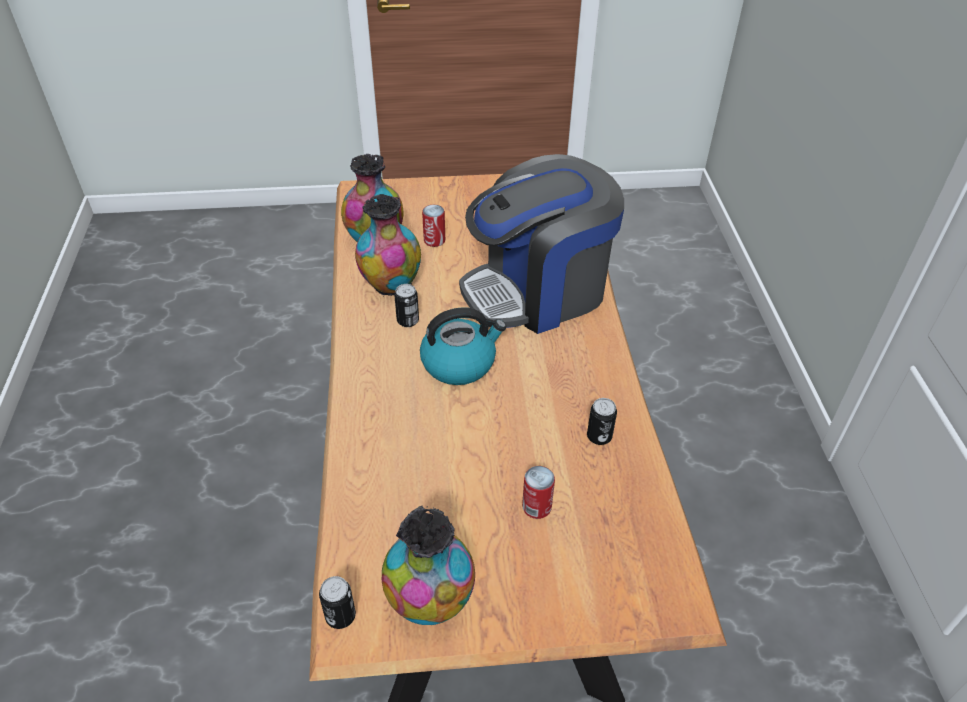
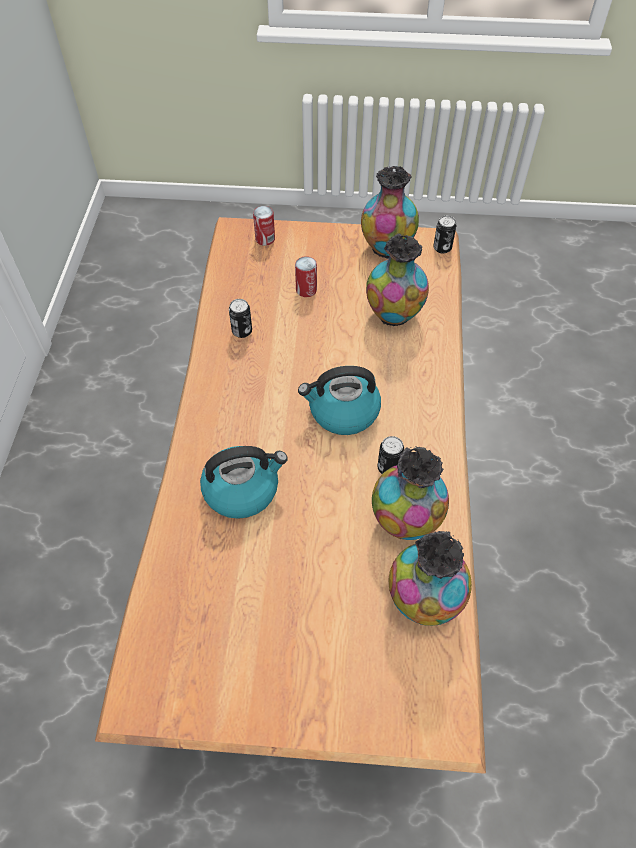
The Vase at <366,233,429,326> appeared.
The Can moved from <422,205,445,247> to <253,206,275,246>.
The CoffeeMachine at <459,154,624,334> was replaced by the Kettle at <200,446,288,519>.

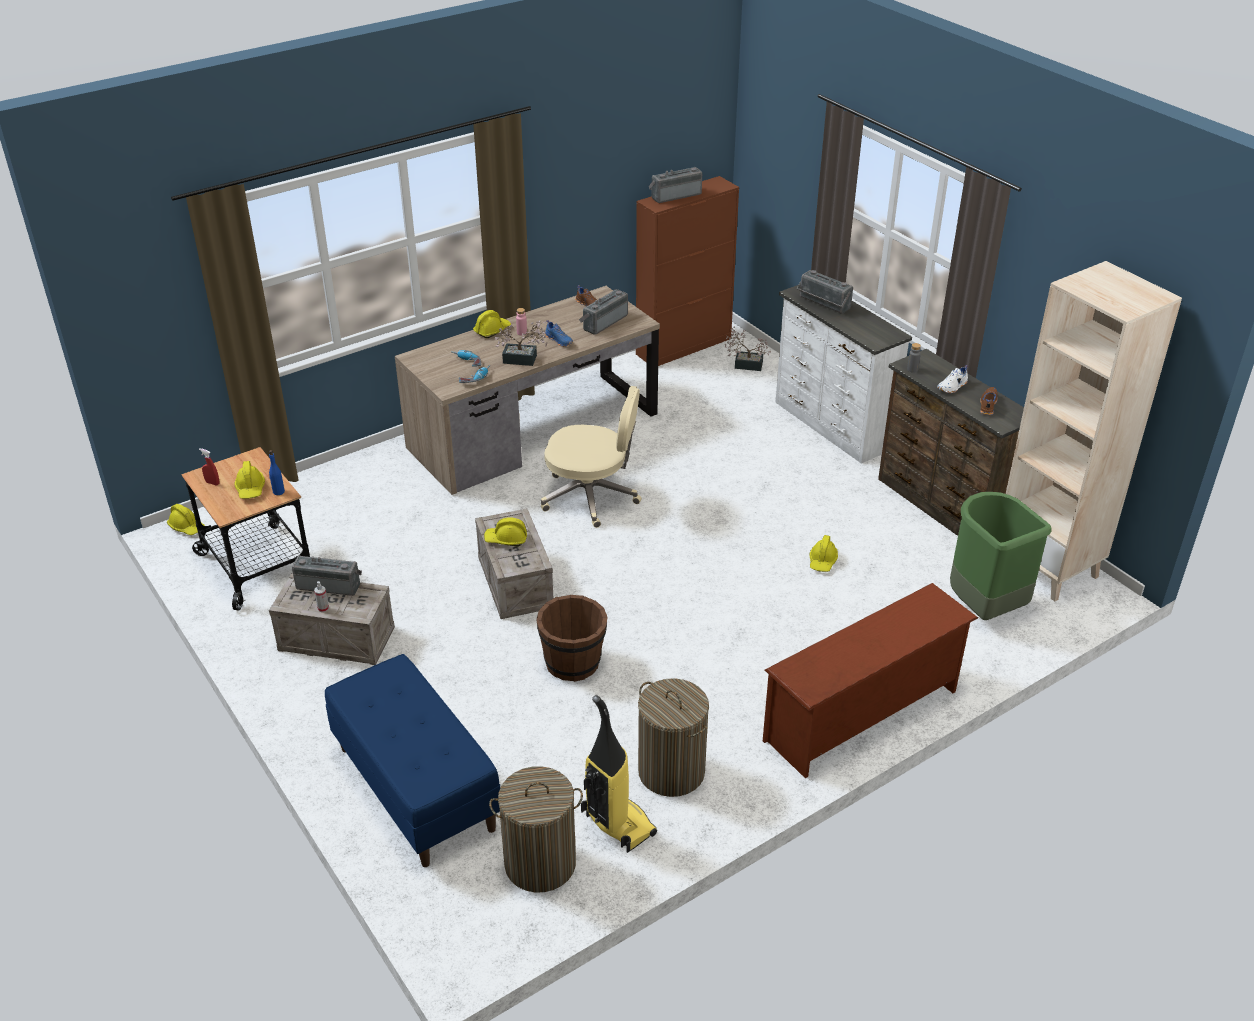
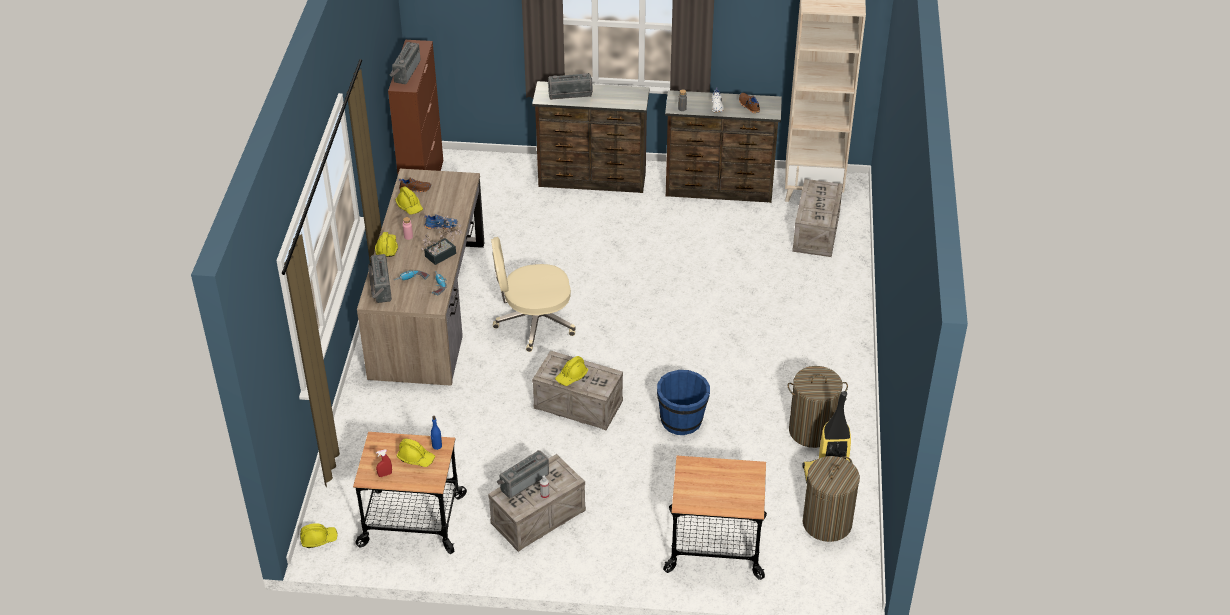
The PottedPlant at <725,326,771,371> disappeared.
The BrownShoeRack at <763,583,978,778> disappeared.
The Radio moved from <579,289,628,335> to <368,254,392,303>.
The YellowHardHat moved from <810,535,838,572> to <395,186,423,215>.
The BlueBench at <325,654,500,867> was replaced by the Cart at <663,456,767,580>.
The GreenTrashCan at <950,492,1052,620> was replaced by the Crate at <792,179,843,257>.
The BrownBucket at <536,595,608,682> became the BlueBucket at <657,370,710,435>.
The WhiteDresser at <775,285,912,464> became the BrownDresser at <532,81,650,193>.
The BeigeOfficeChair at <541,386,642,528> turned 150 degrees counterclockwise.

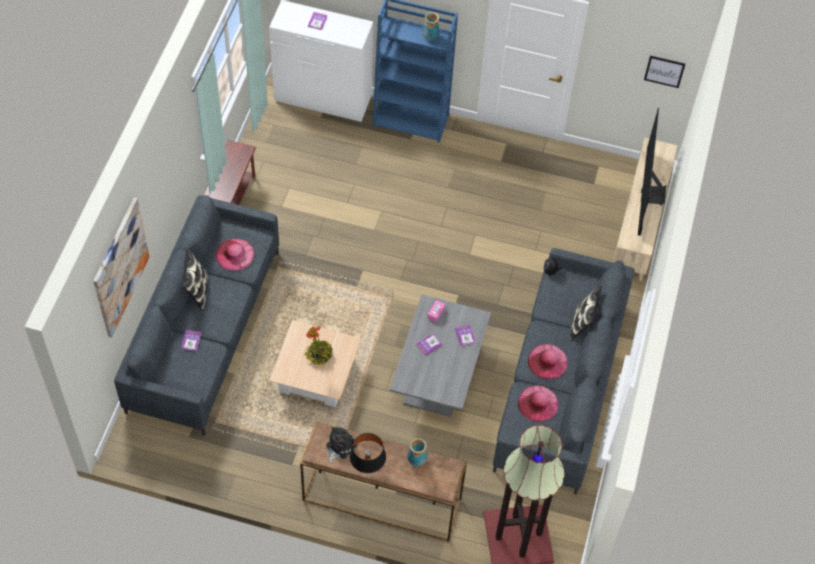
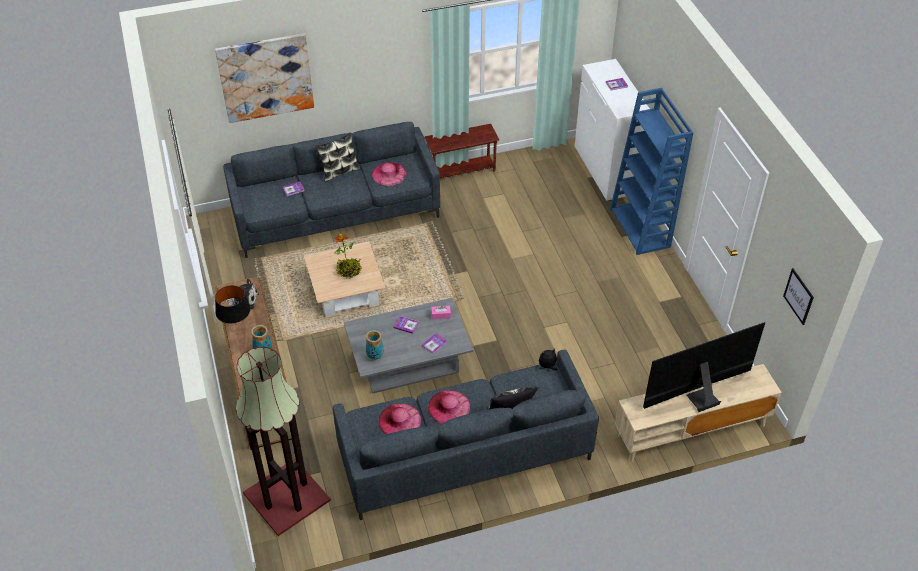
The Vase moved from <423,12,439,40> to <366,330,384,360>.

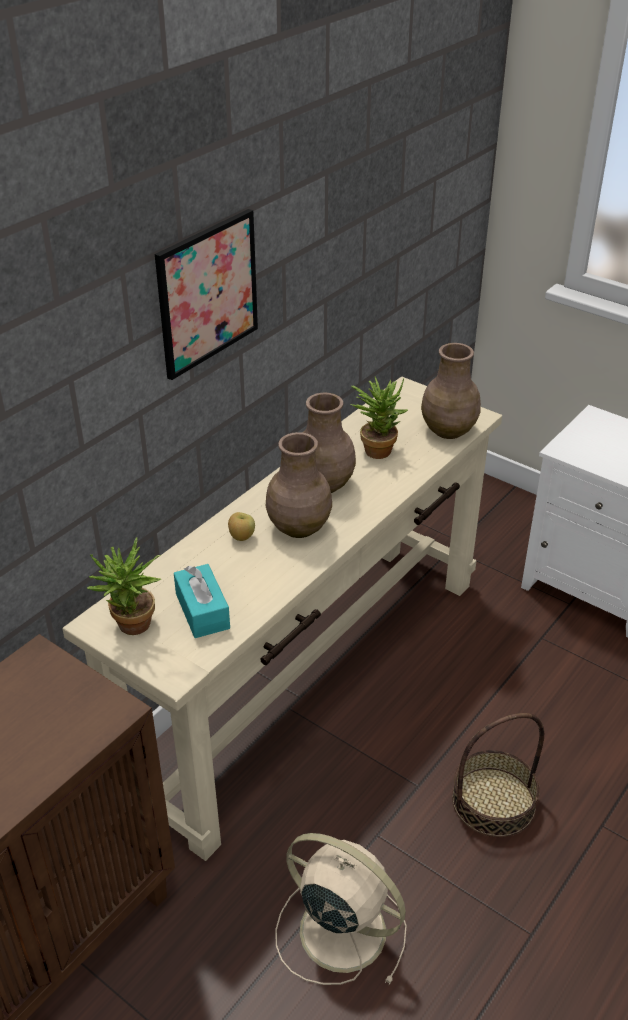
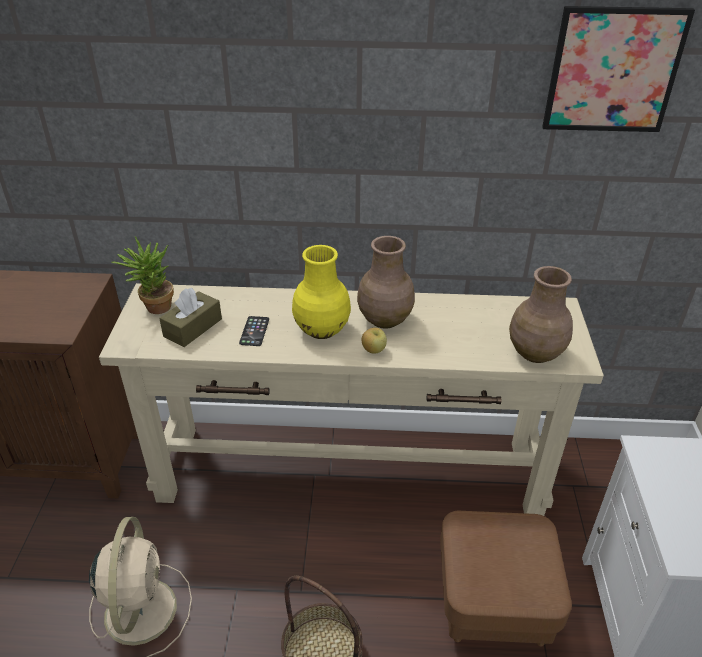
The PottedPlant at <350,377,408,459> disappeared.
The Phone at <239,316,269,346> appeared.
The BrownOttoman at <440,511,572,647> appeared.
The Picture moved from <155,209,258,380> to <542,6,695,132>.
The Apple moved from <228,512,255,541> to <362,328,387,354>.
The TurquoiseTissueBox at <174,564,230,638> became the BrownTissueBox at <159,288,222,347>.
The BrownVase at <266,432,332,538> became the YellowVase at <292,245,351,339>.

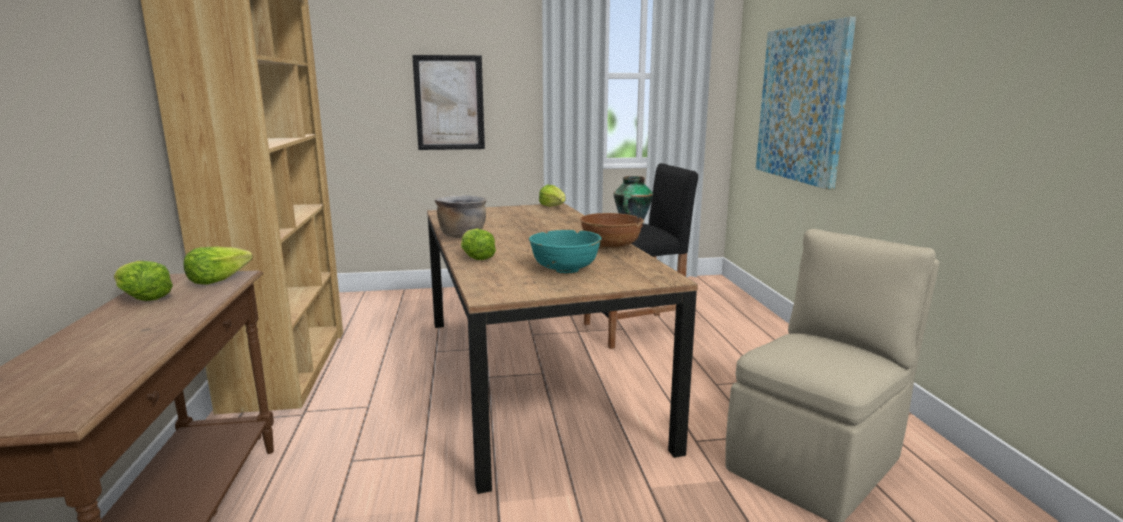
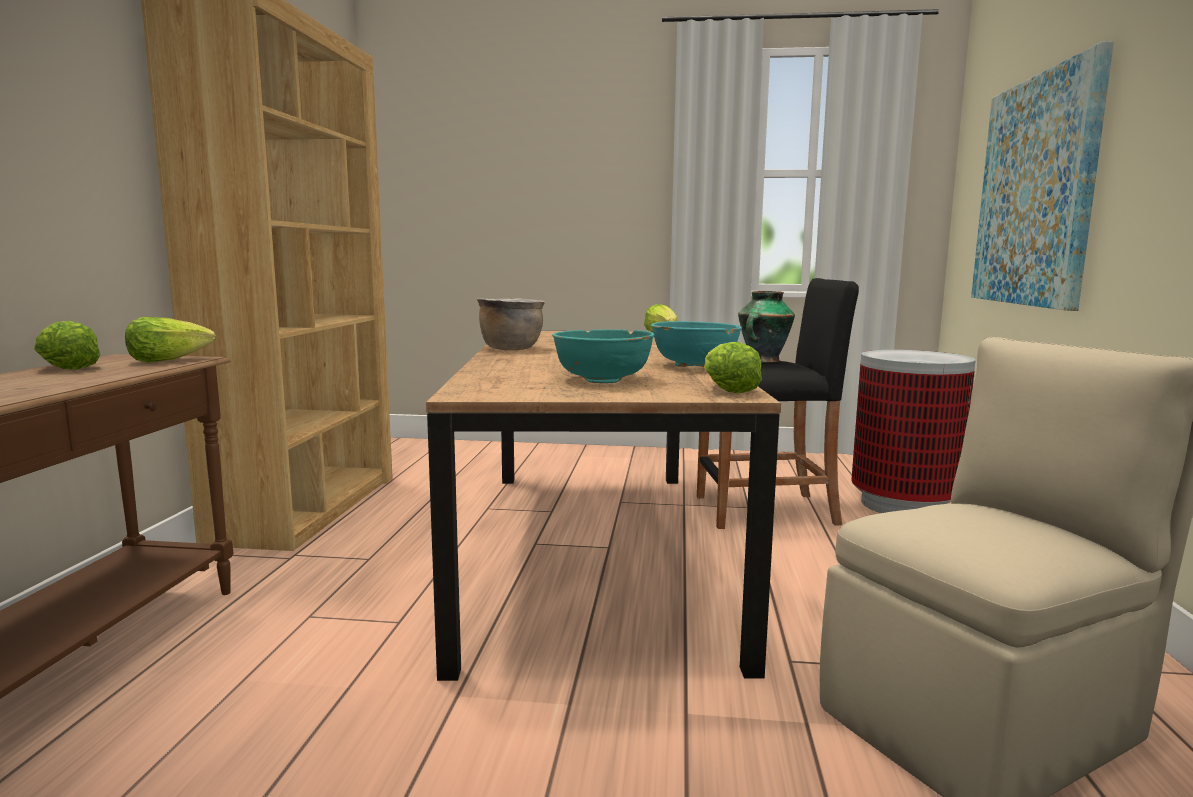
The Picture at <412,55,485,150> disappeared.
The TrashCan at <851,350,976,513> appeared.
The Lettuce moved from <461,228,496,260> to <704,342,762,394>.
The BrownBowl at <580,213,644,249> became the TurquoiseBowl at <651,321,742,367>.

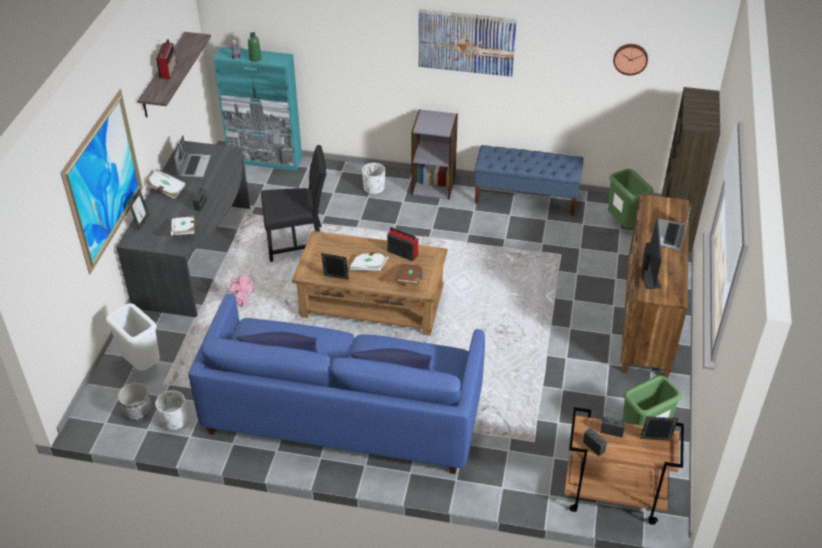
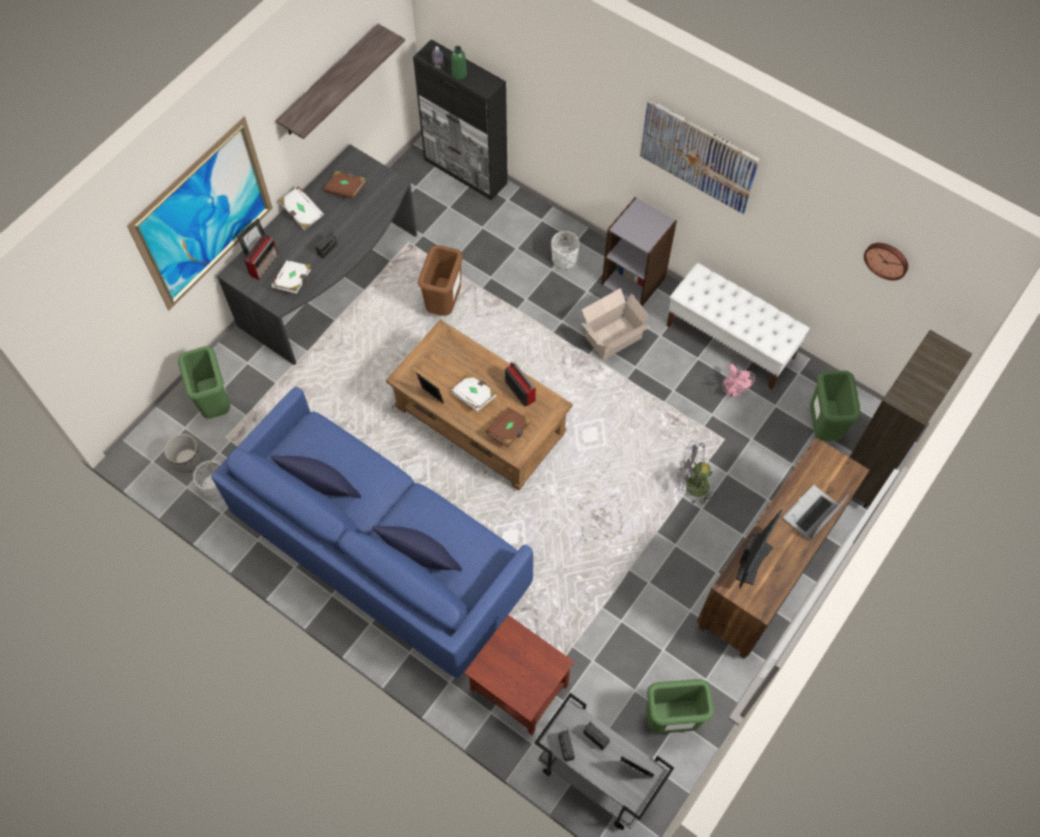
The BrownSideTable at <464,615,574,735> appeared.
The CardboardBox at <581,288,651,360> appeared.
The GreyFan at <676,441,716,504> appeared.
The Radio moved from <156,39,176,79> to <244,234,278,280>.
The PinkFan moved from <228,274,255,307> to <722,364,755,398>.
The Laptop at <174,135,211,178> was replaced by the BrownBook at <323,171,367,199>.
The BlackChair at <261,145,327,262> was replaced by the BrownTrashCan at <418,245,463,316>.
The WhiteTrashCan at <106,303,160,371> became the GreenTrashCan at <178,346,230,419>.
The TurquoiseCabinet at <213,46,302,171> became the BlackCabinet at <413,39,508,200>.
The BlueBench at <474,145,584,216> became the WhiteBench at <666,263,810,389>.
The BrownCart at <564,407,684,525> became the GreyCart at <535,693,674,830>.

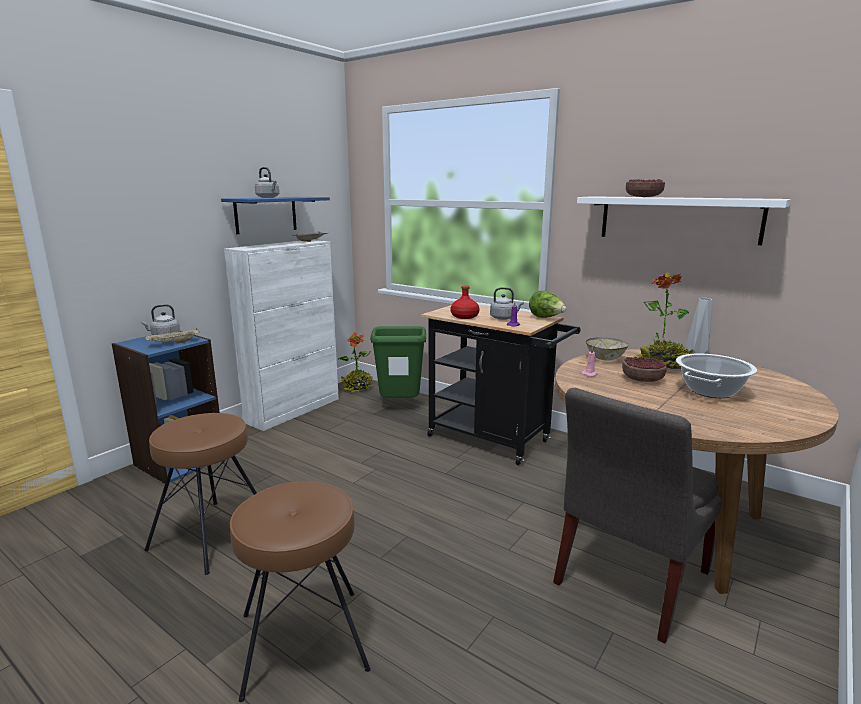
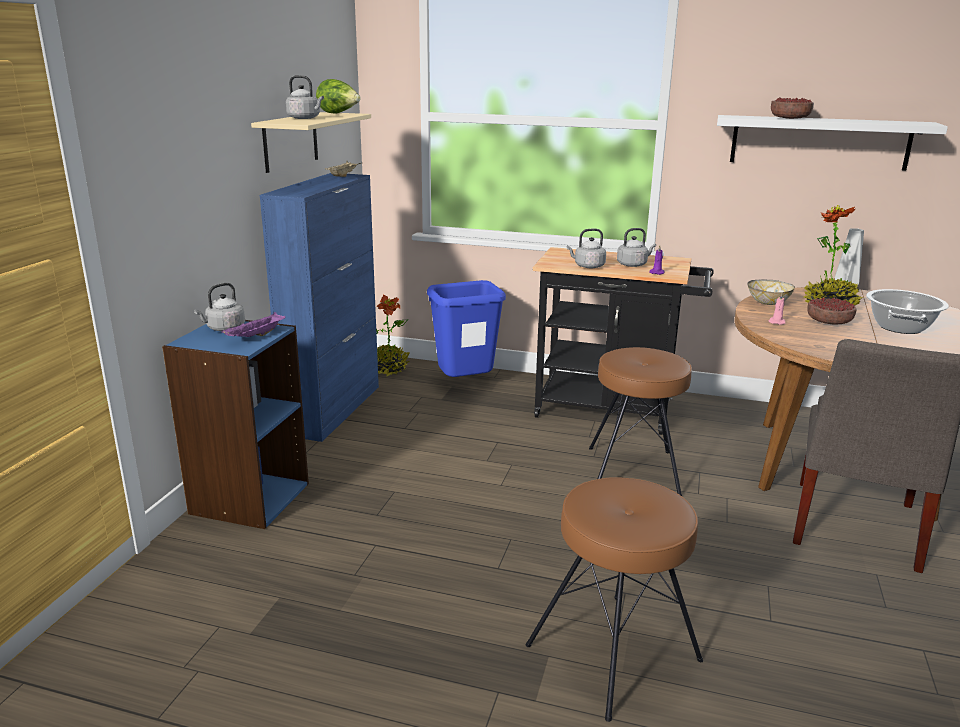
The BrownStool moved from <144,413,257,575> to <589,347,692,496>.
The Lettuce moved from <529,291,567,318> to <316,79,361,114>.
The RedBottle at <451,285,480,319> was replaced by the GreyKettle at <567,228,606,268>.
The BeigeTray at <145,328,200,344> became the PurpleTray at <221,312,285,337>.
The BlueShelf at <221,197,330,234> became the BeigeShelf at <251,112,371,173>.
The WhiteCabinet at <224,240,339,431> became the BlueCabinet at <260,173,379,442>.
The GreenTrashCan at <370,326,426,398> became the BlueTrashCan at <427,280,506,377>.

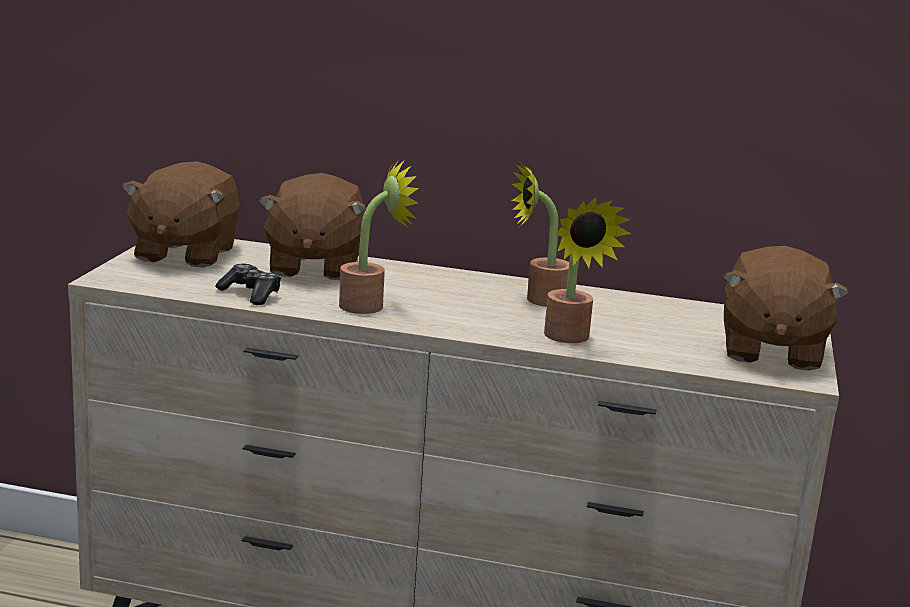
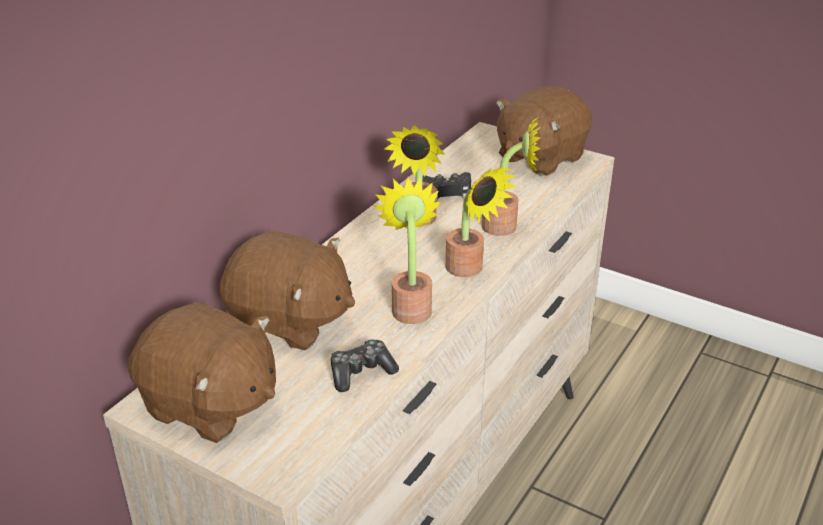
The BlackGameController at <423,172,471,201> appeared.
The PottedPlant at <445,166,516,277> appeared.
The BrownPlushToy at <723,246,849,371> turned 105 degrees clockwise.

